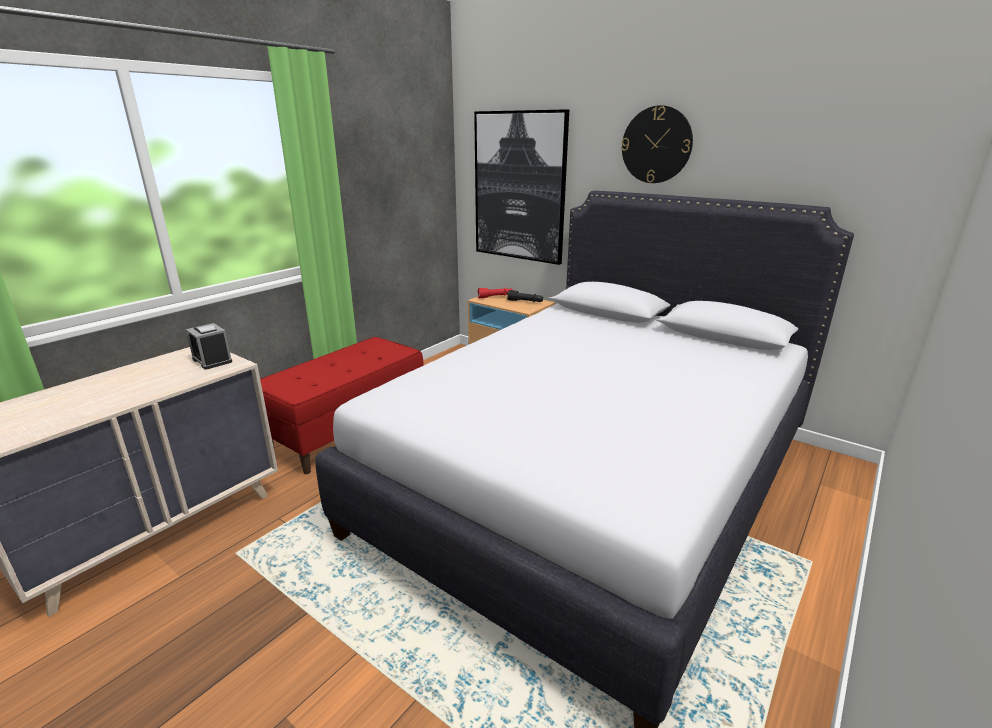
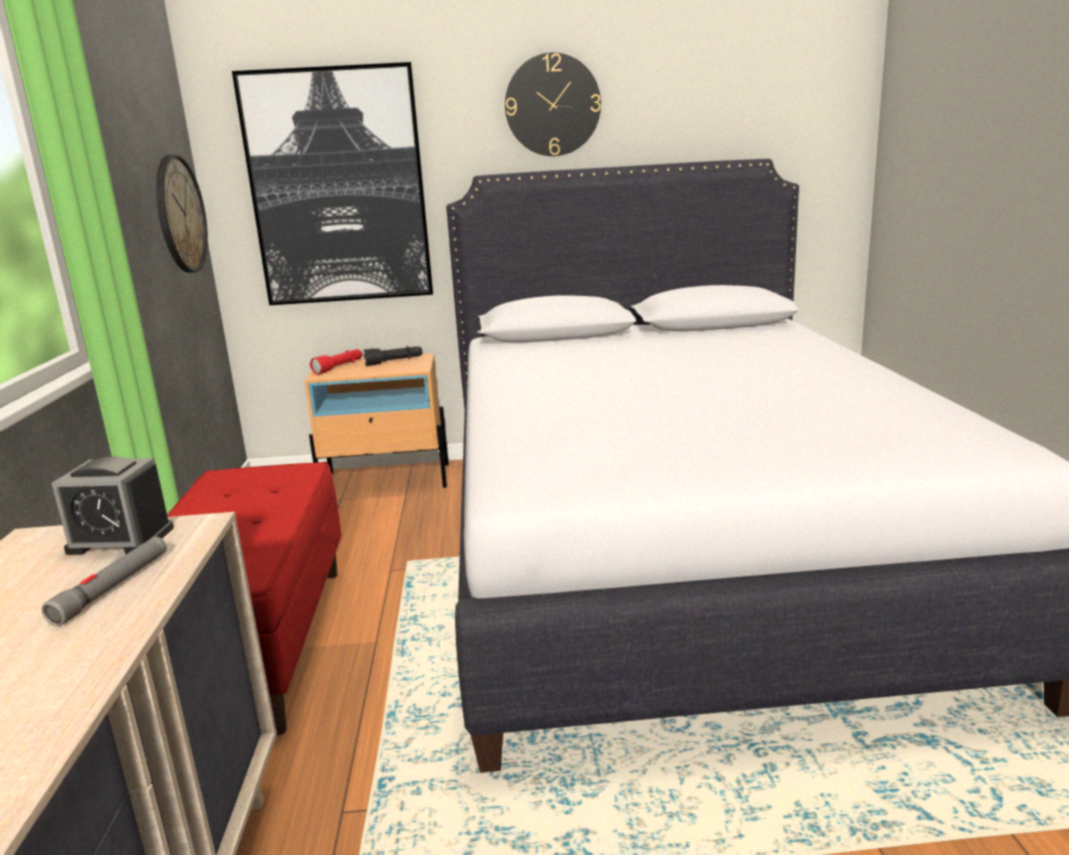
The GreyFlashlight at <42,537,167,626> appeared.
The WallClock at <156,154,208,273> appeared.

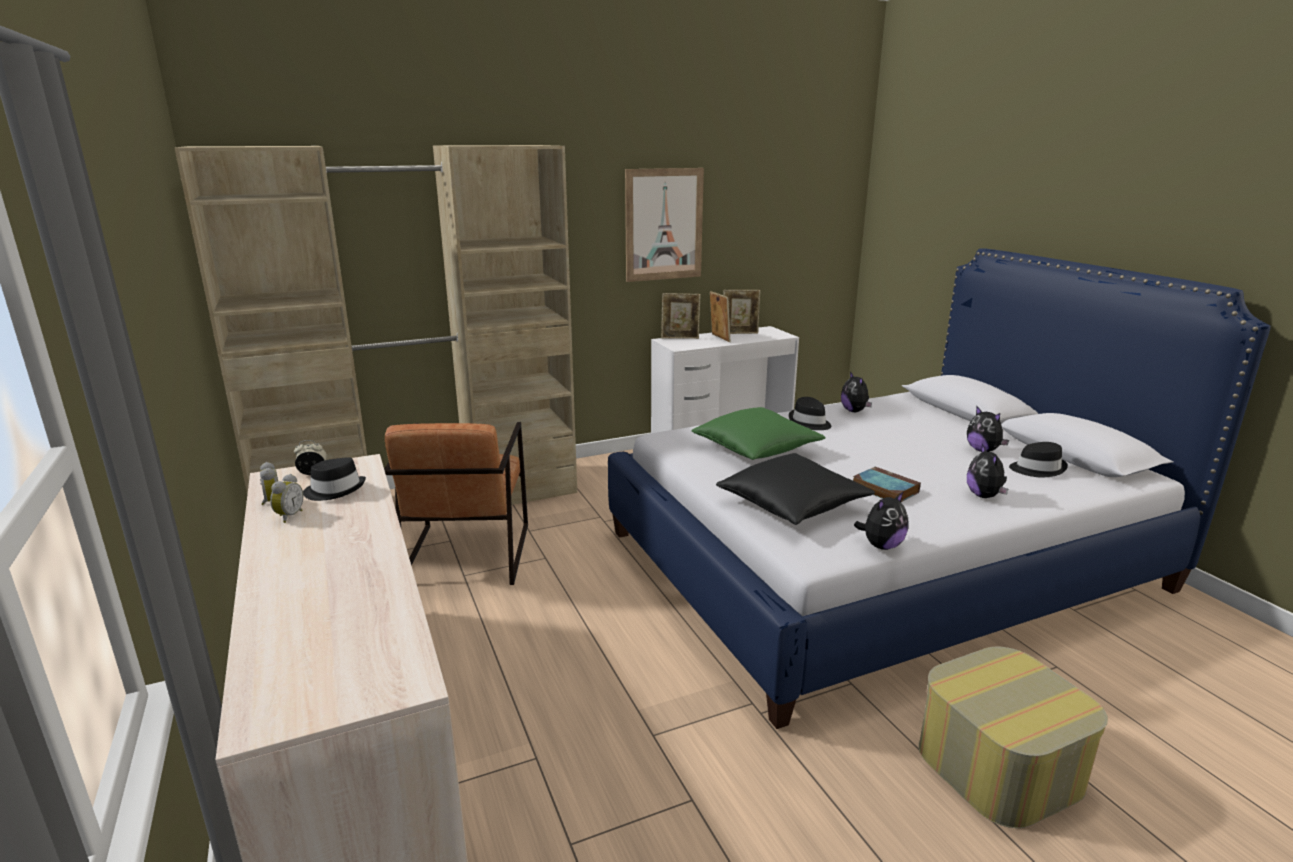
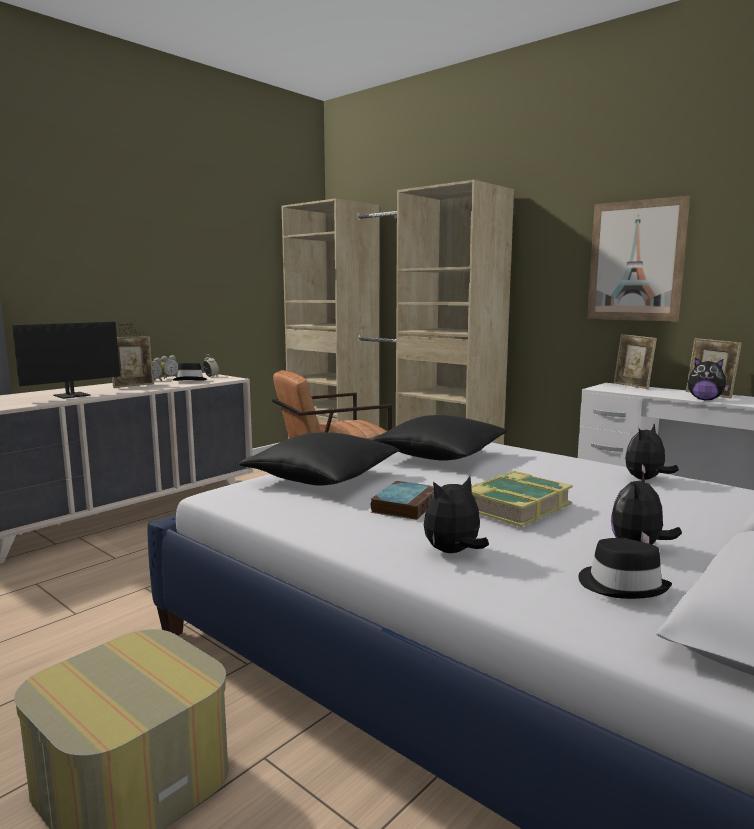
The BlackHat at <789,397,831,430> disappeared.
The Monitor at <12,322,146,399> appeared.
The Book at <471,471,573,527> appeared.
The PictureFrame moved from <710,291,731,342> to <112,336,154,388>.
The PlushToy moved from <854,492,909,550> to <688,357,729,400>.
The GreenPillow at <691,407,826,460> became the BlackPillow at <371,415,508,461>.

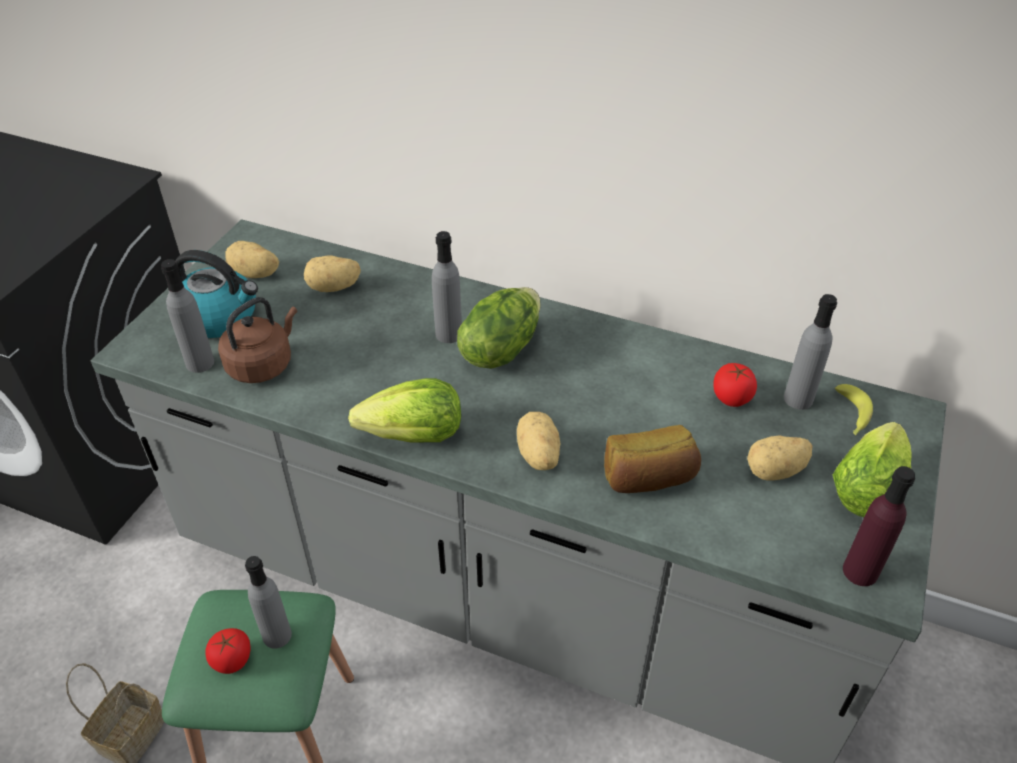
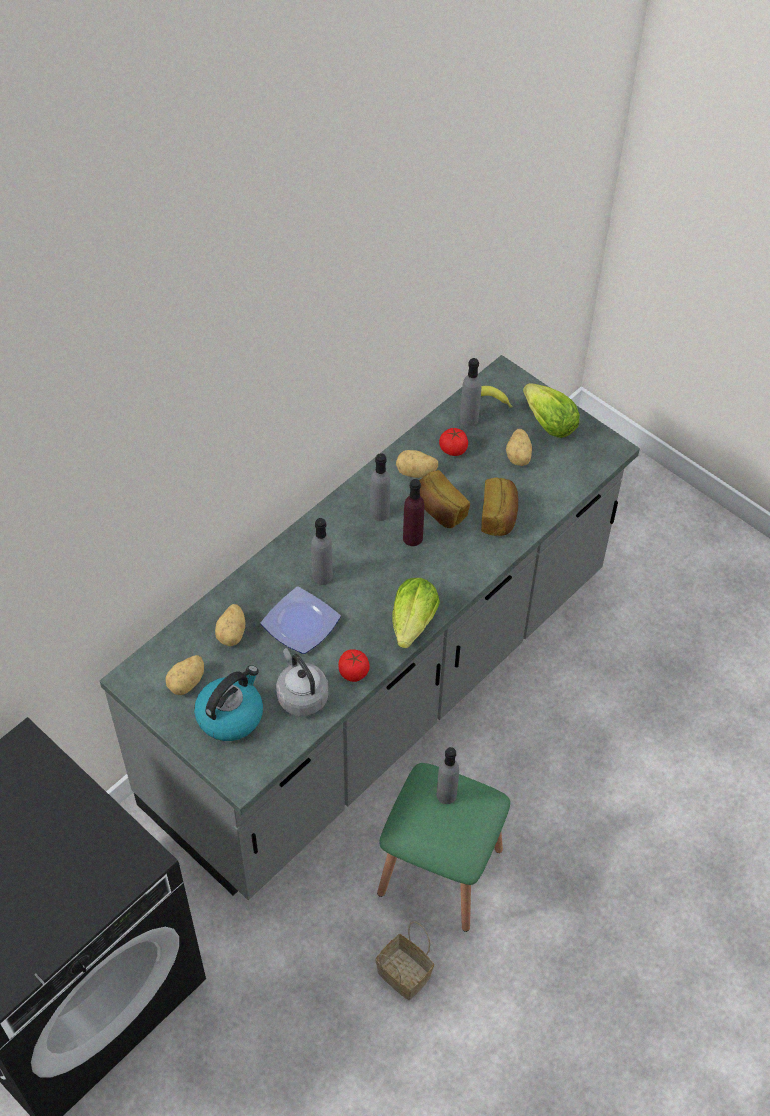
The Lettuce at <457,287,540,369> disappeared.
The Plate at <261,586,341,654> appeared.
The Bread at <419,470,470,528> appeared.
The GreyBottle moved from <161,259,214,373> to <370,453,390,521>.
The Tomato moved from <205,628,251,674> to <338,649,370,682>.
The Potato moved from <517,412,560,470> to <396,450,438,478>.
The PurpleBottle moved from <843,466,915,586> to <403,479,424,546>.
The BrownKettle at <218,297,297,383> became the GreyKettle at <276,648,329,716>.

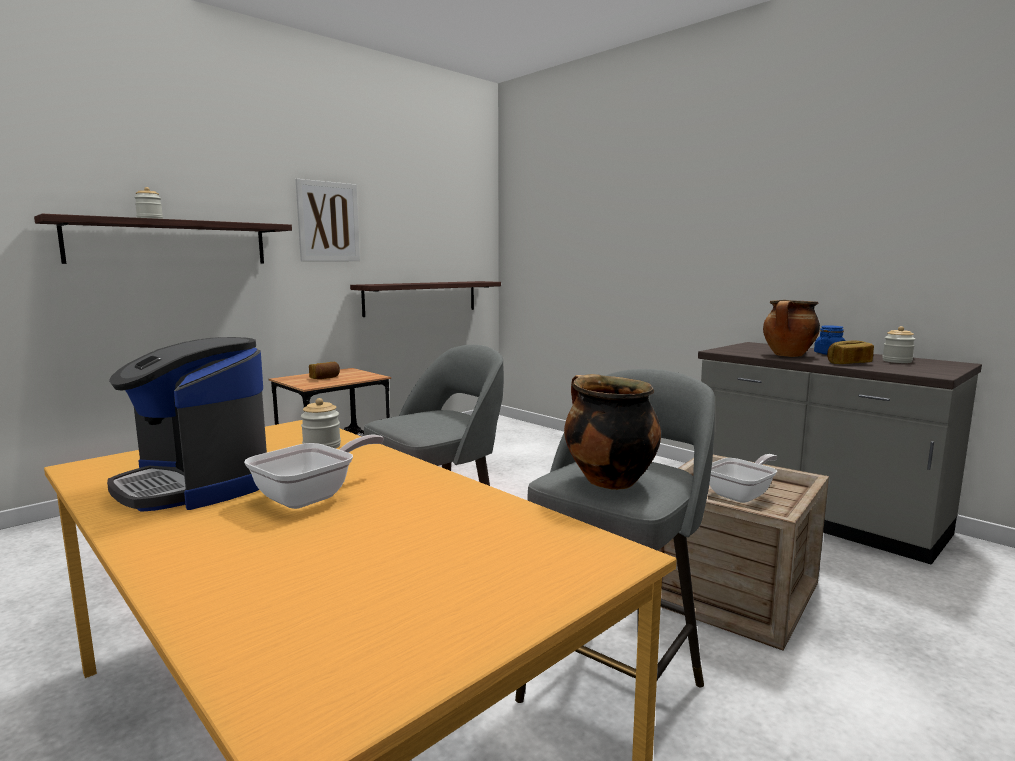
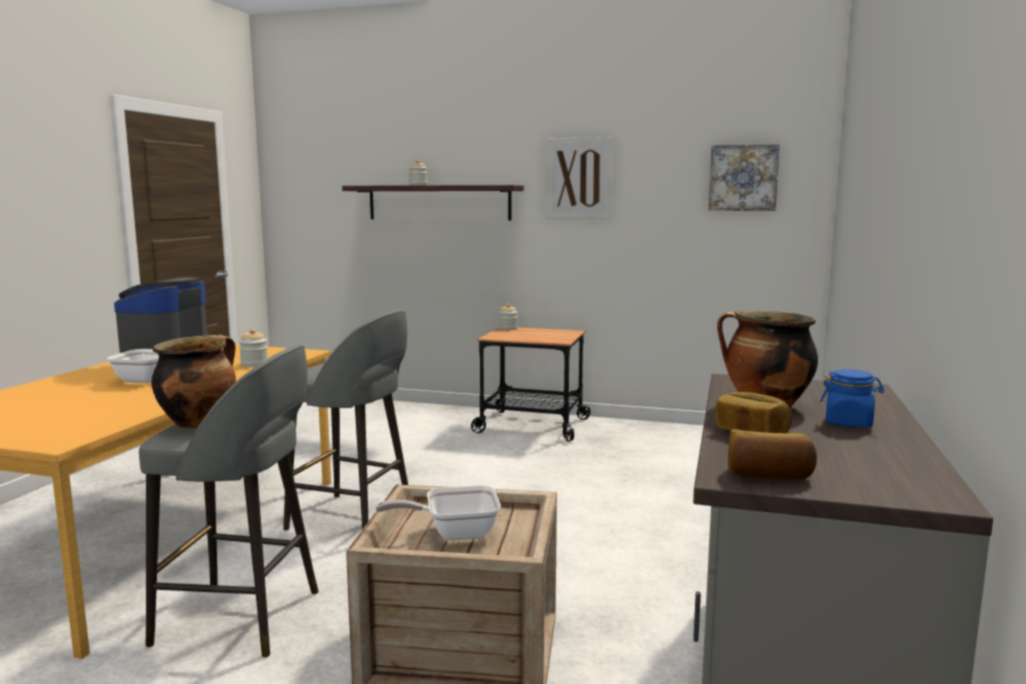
The Shelf at <350,281,501,317> disappeared.
The Picture at <709,144,780,211> appeared.
The Bread moved from <309,362,340,379> to <728,429,817,480>.
The Jar moved from <882,326,915,363> to <499,304,518,330>.
The FryingPan at <709,454,777,503> turned 150 degrees clockwise.

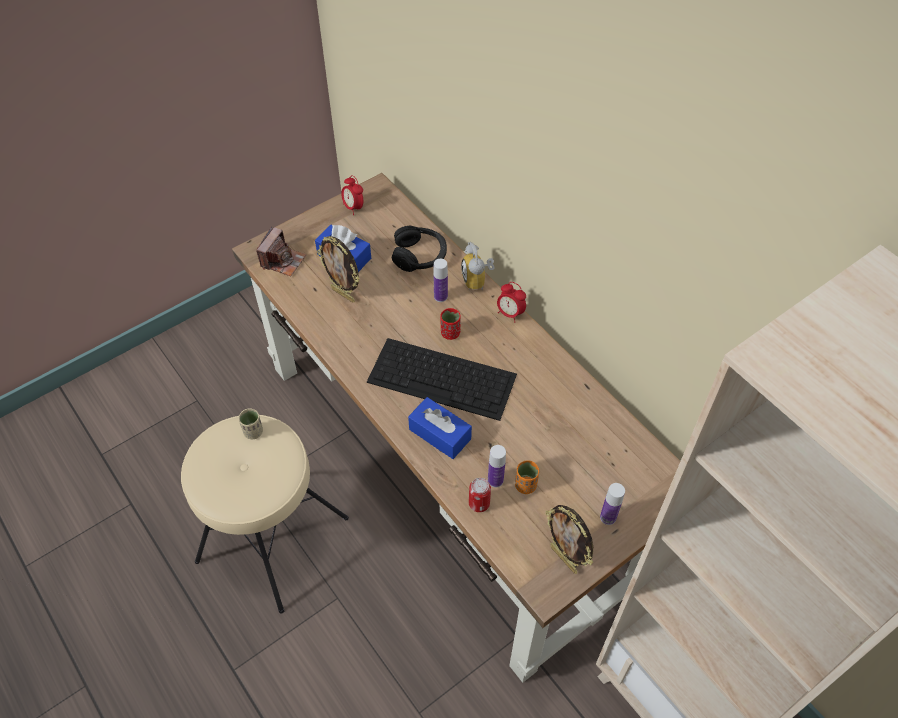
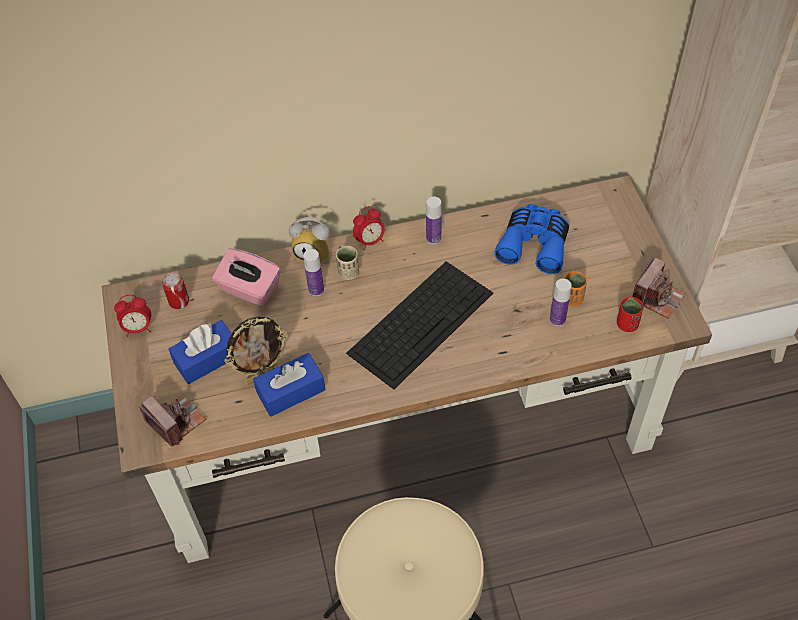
The BlueBinoculars at <494,204,569,274> appeared.
The BeigeCup moved from <239,408,263,439> to <336,246,359,280>.
The BlueTissueBox moved from <408,397,472,459> to <253,353,325,417>.
The RedCup moved from <440,308,461,340> to <617,297,644,332>.
The Can moved from <469,478,491,512> to <162,272,189,309>.
The Bottle moved from <600,483,625,525> to <426,197,442,244>.
The BlackHeadphones at <392,226,447,272> was replaced by the PinkTissueBox at <212,248,281,307>.
The PictureFrame at <545,505,593,574> was replaced by the PhotoCamera at <632,257,686,319>.

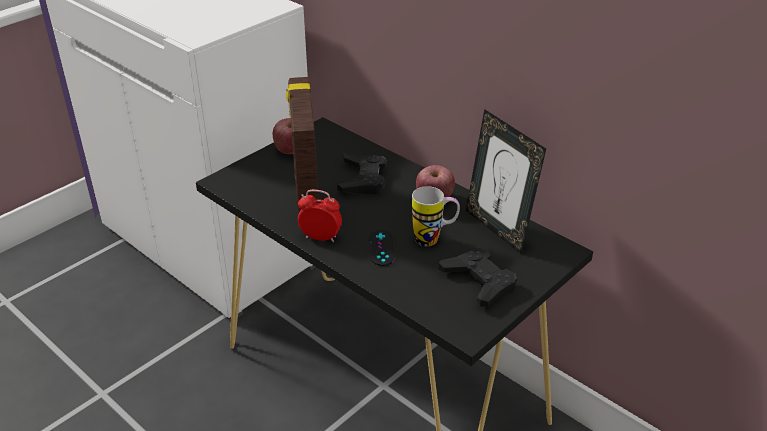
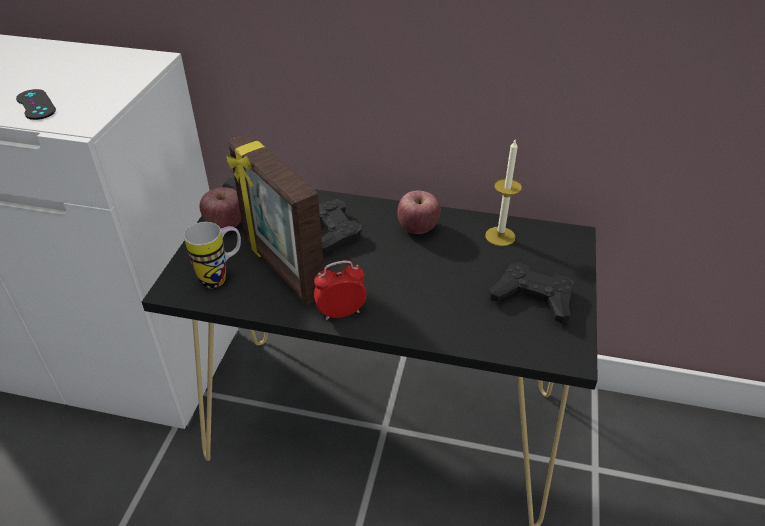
The BlackGameController moved from <369,230,395,266> to <16,89,56,120>.
The Mug moved from <412,186,460,246> to <184,222,241,288>.
The PictureFrame at <466,109,546,254> was replaced by the Candle at <485,138,522,246>.

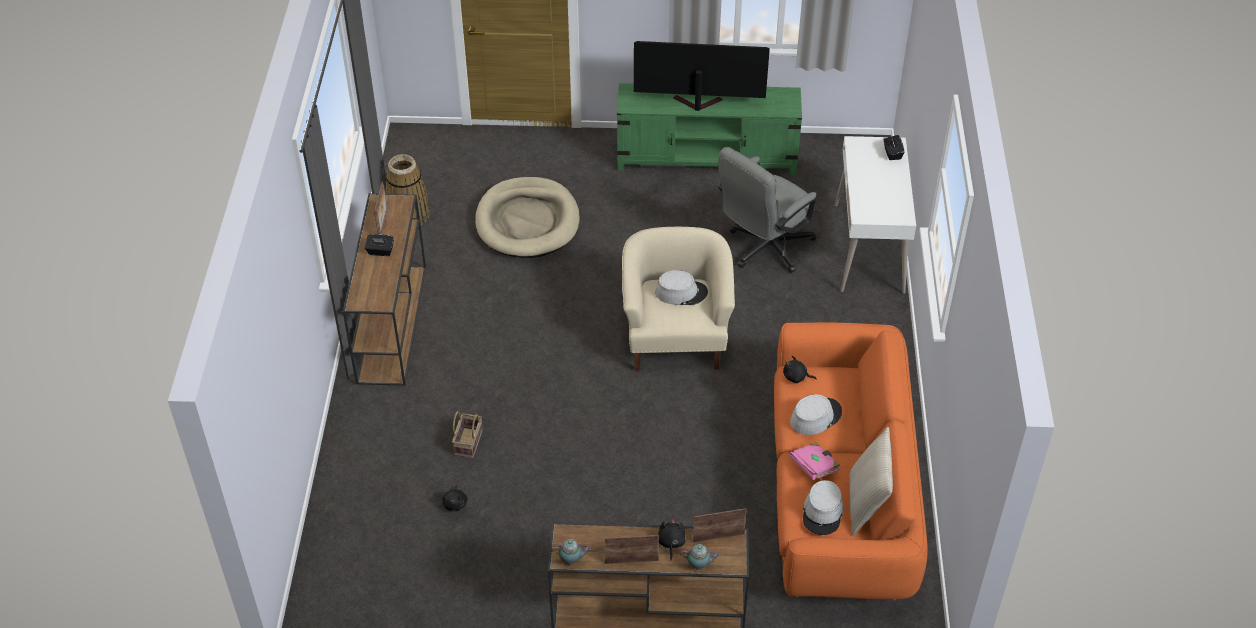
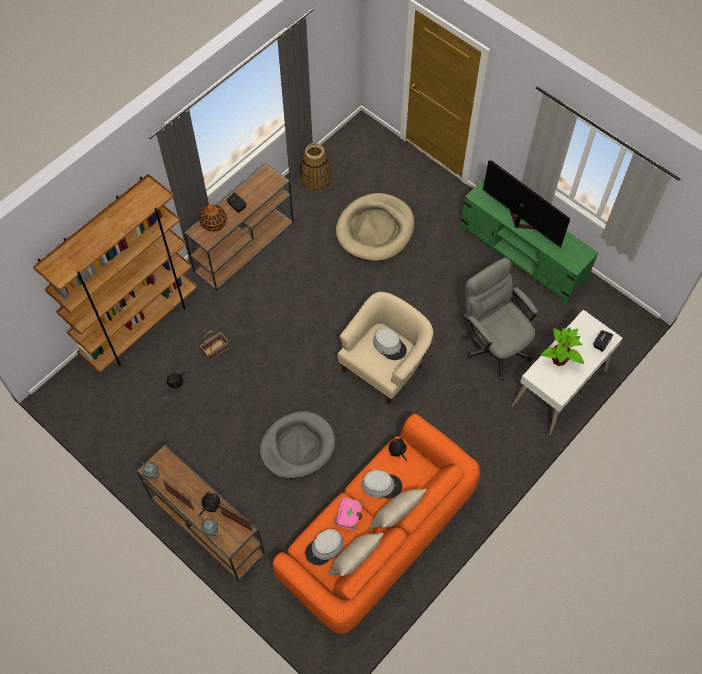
The PictureFrame at <374,182,387,234> disappeared.
The BrownBookcase at <33,174,197,373> appeared.
The Vase at <199,204,227,232> appeared.
The GreyDogBed at <260,411,335,479> appeared.
The BeigePillow at <368,489,427,529> appeared.
The PottedPlant at <541,327,584,366> appeared.
The GreyOfficeChair at <718,147,816,273> turned 60 degrees clockwise.

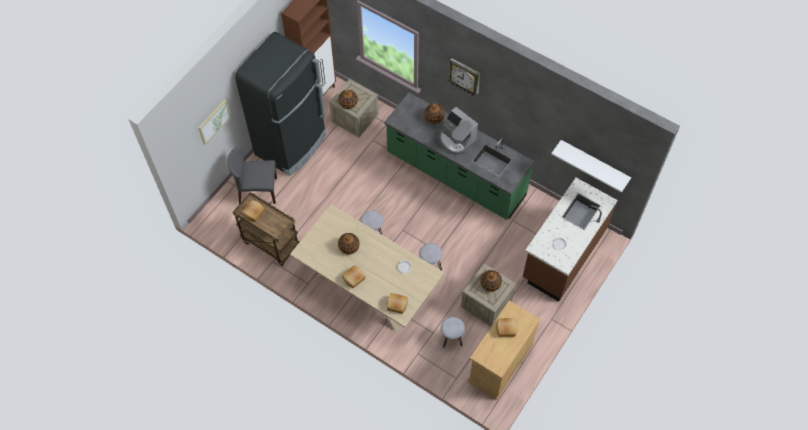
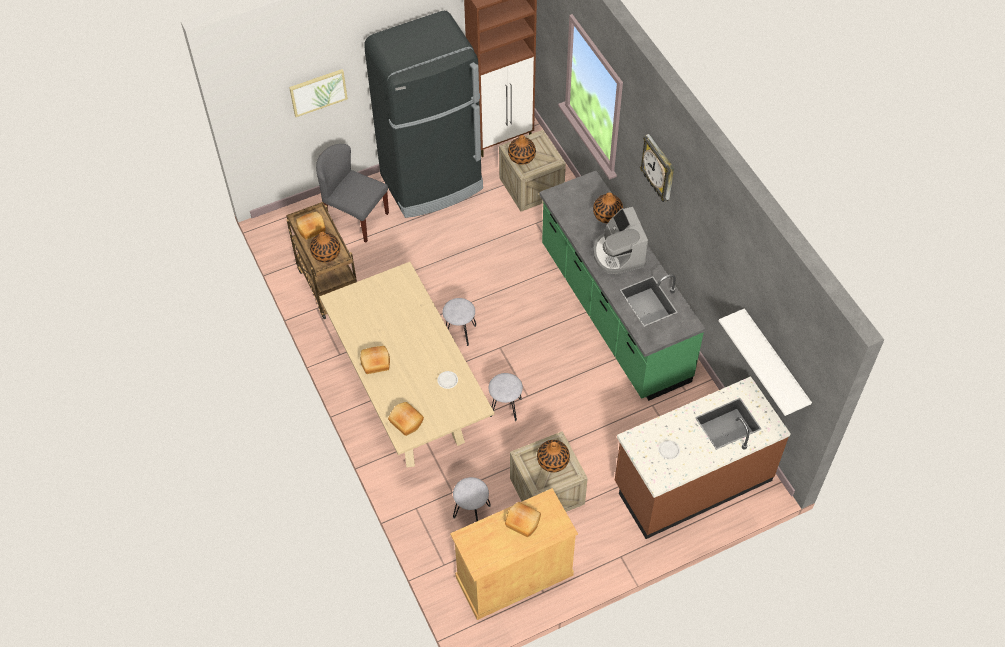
The Vase moved from <338,233,360,254> to <310,232,340,262>.

